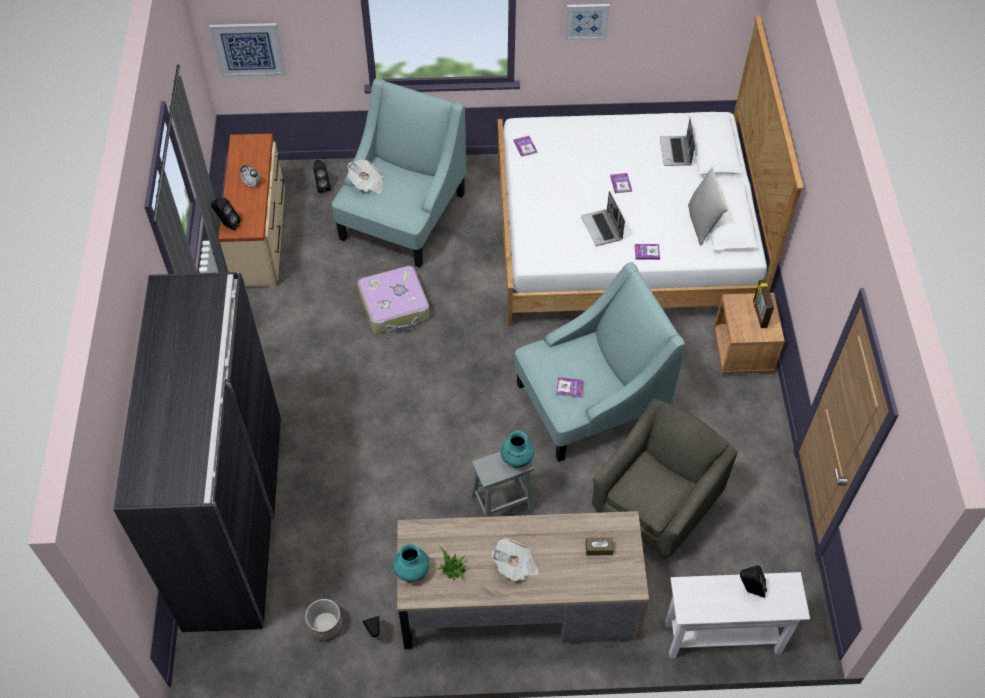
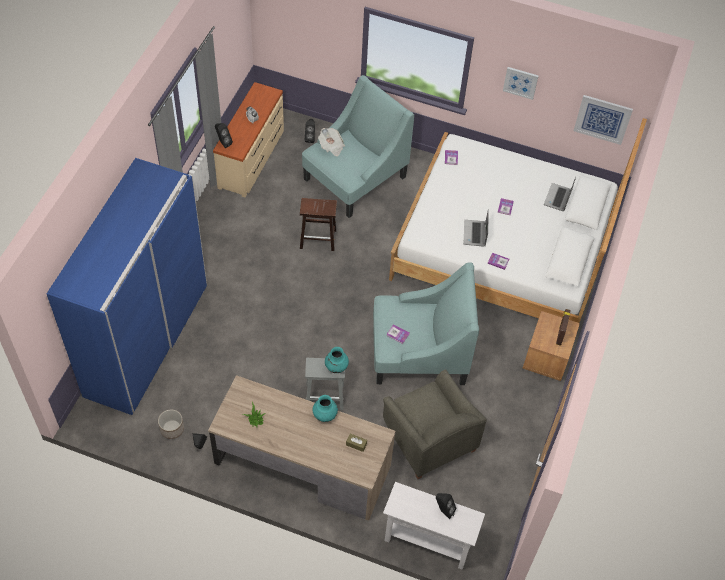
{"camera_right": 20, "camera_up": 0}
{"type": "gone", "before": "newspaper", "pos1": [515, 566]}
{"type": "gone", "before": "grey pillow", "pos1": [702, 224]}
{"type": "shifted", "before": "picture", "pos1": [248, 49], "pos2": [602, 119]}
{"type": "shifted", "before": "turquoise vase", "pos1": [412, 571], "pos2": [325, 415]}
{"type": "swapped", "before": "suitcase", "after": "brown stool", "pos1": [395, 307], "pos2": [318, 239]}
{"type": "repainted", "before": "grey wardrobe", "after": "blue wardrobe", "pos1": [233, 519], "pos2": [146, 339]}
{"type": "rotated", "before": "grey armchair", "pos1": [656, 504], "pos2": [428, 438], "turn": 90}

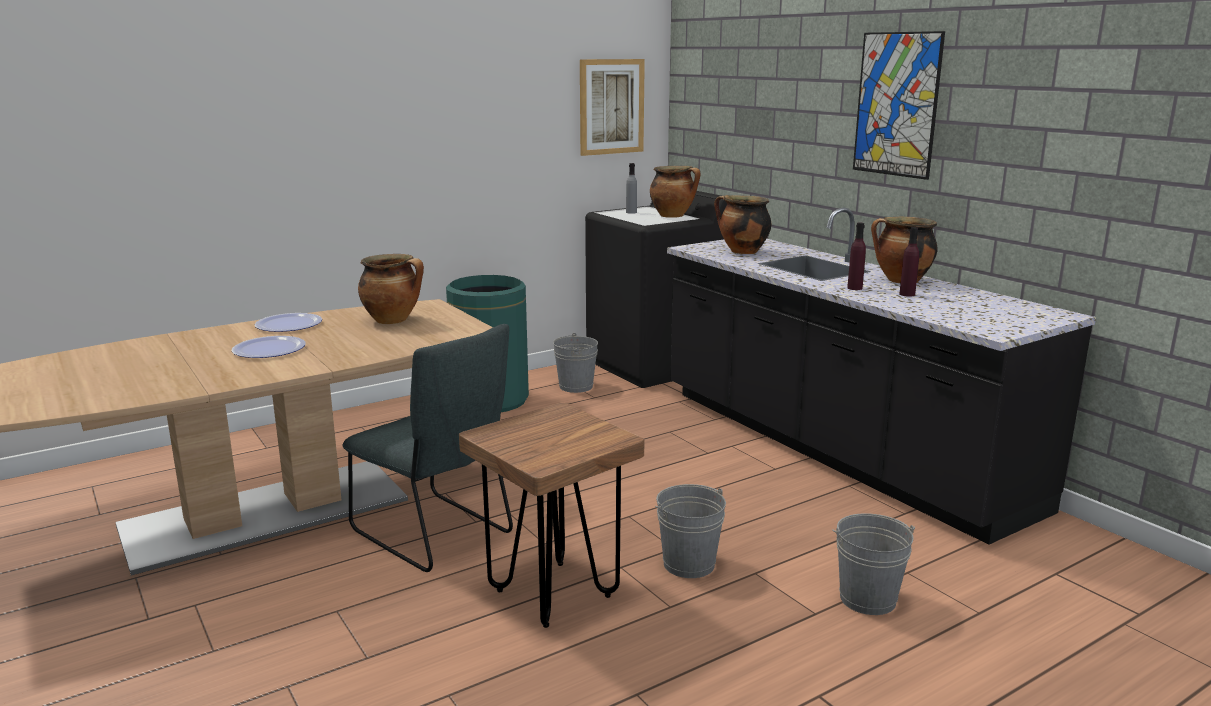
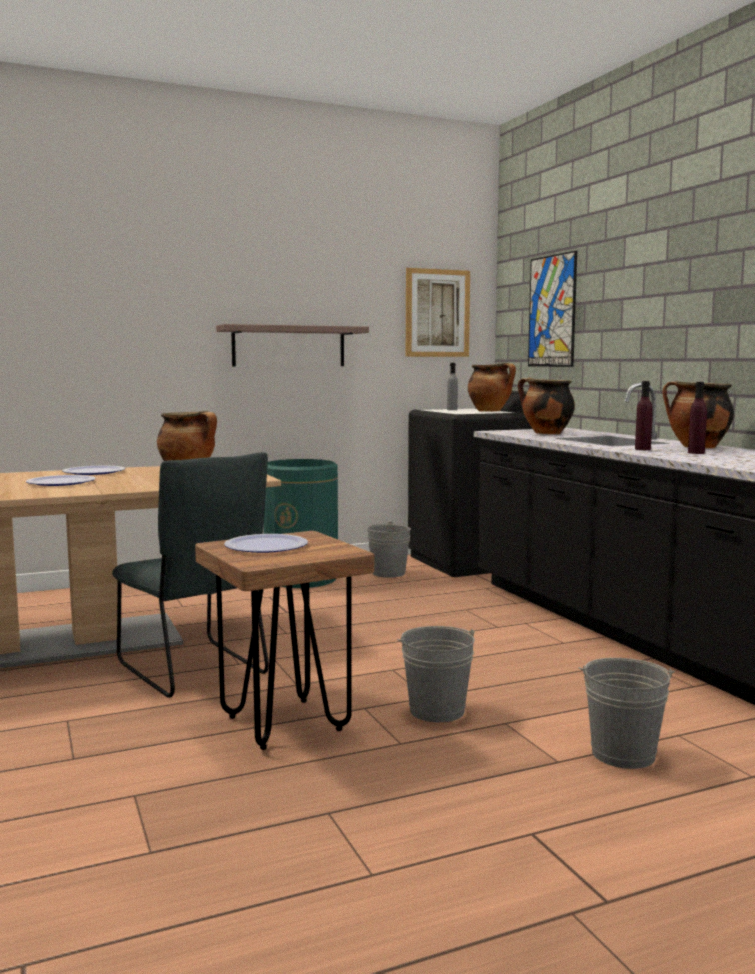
{"camera_right": 10, "camera_up": -10}
{"type": "new", "after": "shelf", "pos2": [289, 346]}
{"type": "new", "after": "plate", "pos2": [266, 546]}
{"type": "shifted", "before": "picture", "pos1": [896, 104], "pos2": [552, 311]}

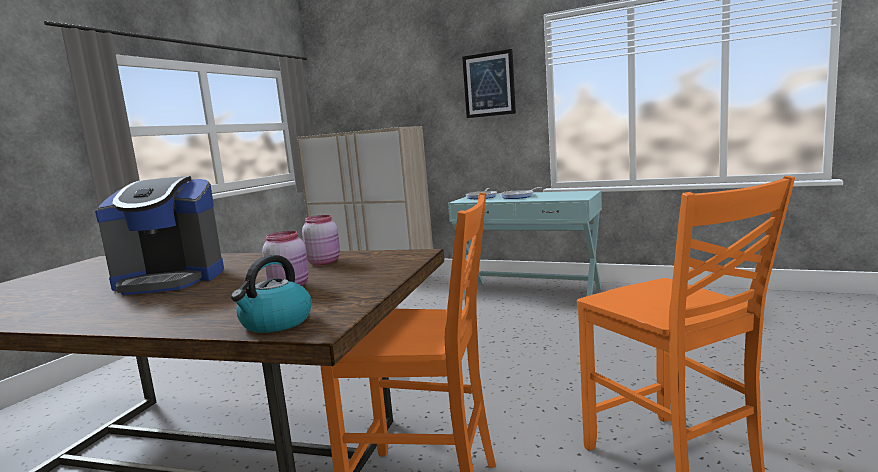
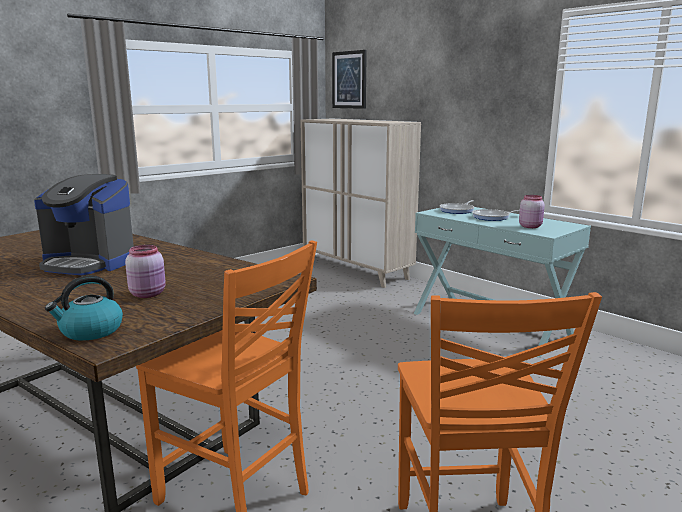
{"camera_right": 20, "camera_up": 5}
{"type": "shifted", "before": "pink jar", "pos1": [324, 262], "pos2": [530, 226]}
{"type": "shifted", "before": "picture", "pos1": [489, 84], "pos2": [349, 80]}

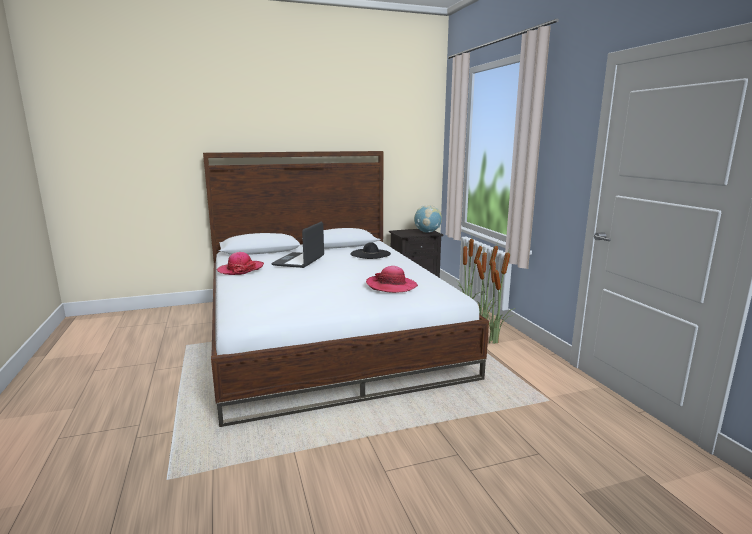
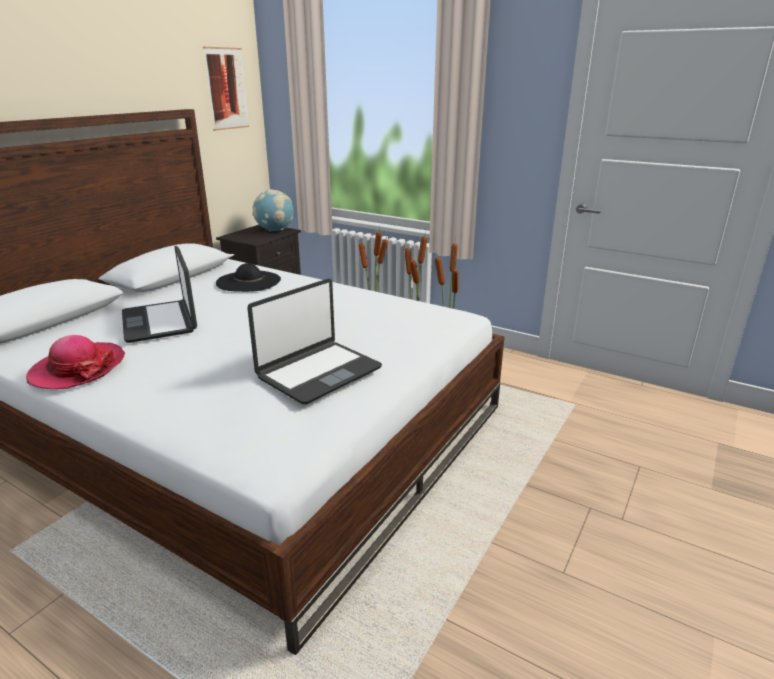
{"camera_right": -40, "camera_up": 10}
{"type": "gone", "before": "hat", "pos1": [391, 286]}
{"type": "new", "after": "picture", "pos2": [226, 89]}
{"type": "new", "after": "laptop", "pos2": [318, 372]}

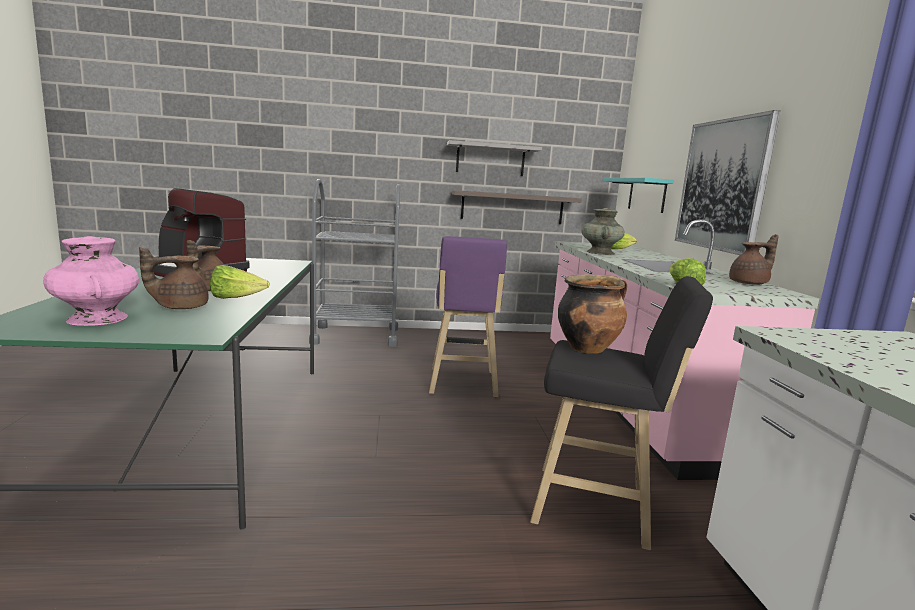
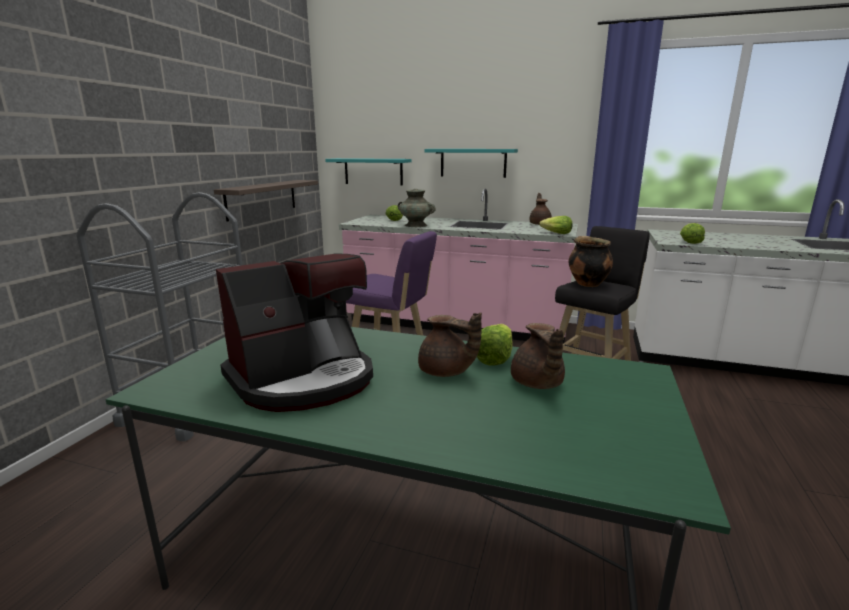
{"camera_right": -65, "camera_up": 5}
{"type": "gone", "before": "pink vase", "pos1": [97, 319]}
{"type": "gone", "before": "grey shelf", "pos1": [490, 159]}
{"type": "new", "after": "lettuce", "pos2": [689, 242]}
{"type": "swapped", "before": "picture", "after": "turquoise shelf", "pos1": [722, 185], "pos2": [473, 163]}

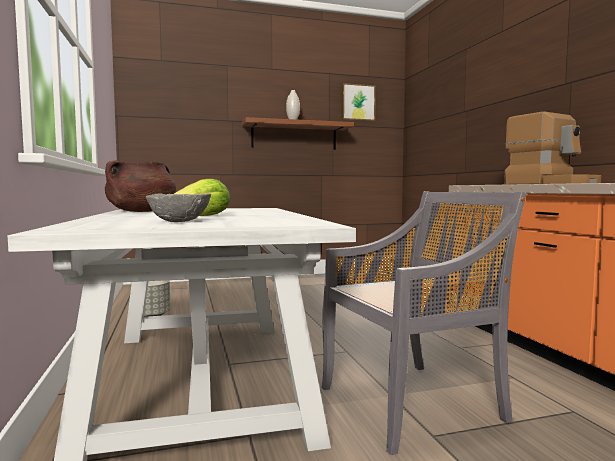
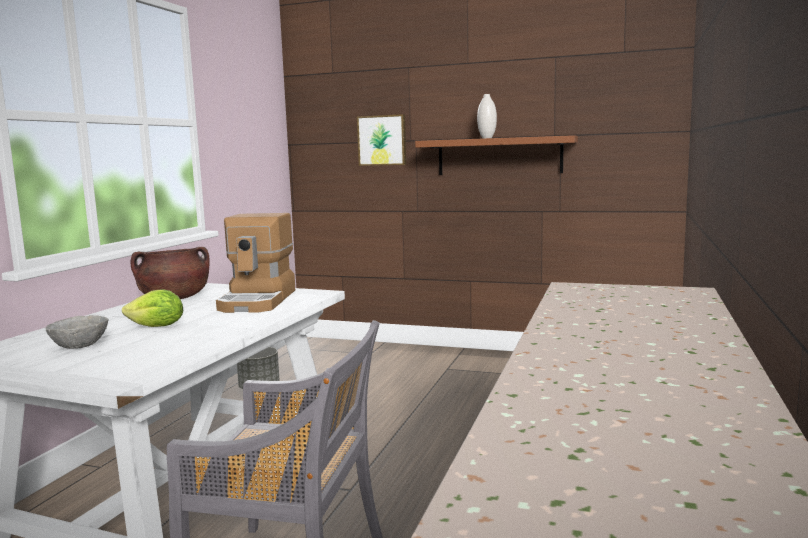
{"camera_right": 35, "camera_up": 5}
{"type": "shifted", "before": "picture", "pos1": [357, 102], "pos2": [382, 140]}
{"type": "shifted", "before": "coffee machine", "pos1": [551, 184], "pos2": [259, 300]}

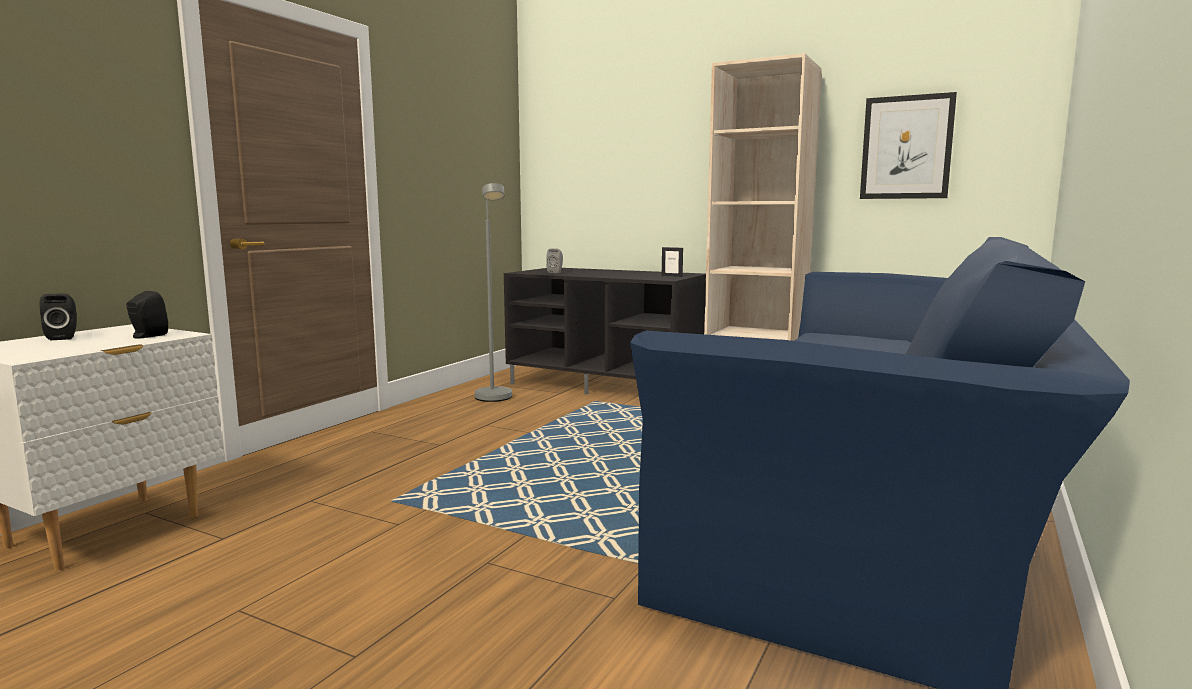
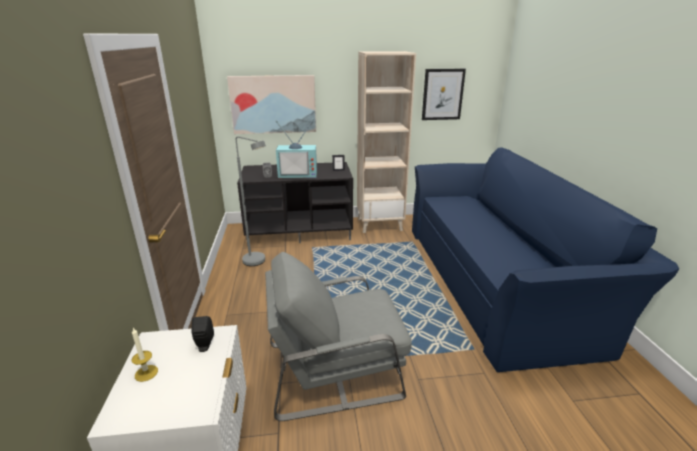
{"camera_right": -35, "camera_up": 15}
{"type": "new", "after": "picture", "pos2": [273, 104]}
{"type": "new", "after": "grey armchair", "pos2": [335, 369]}
{"type": "new", "after": "television", "pos2": [298, 174]}
{"type": "swapped", "before": "black speaker", "after": "candle", "pos1": [64, 337], "pos2": [146, 373]}

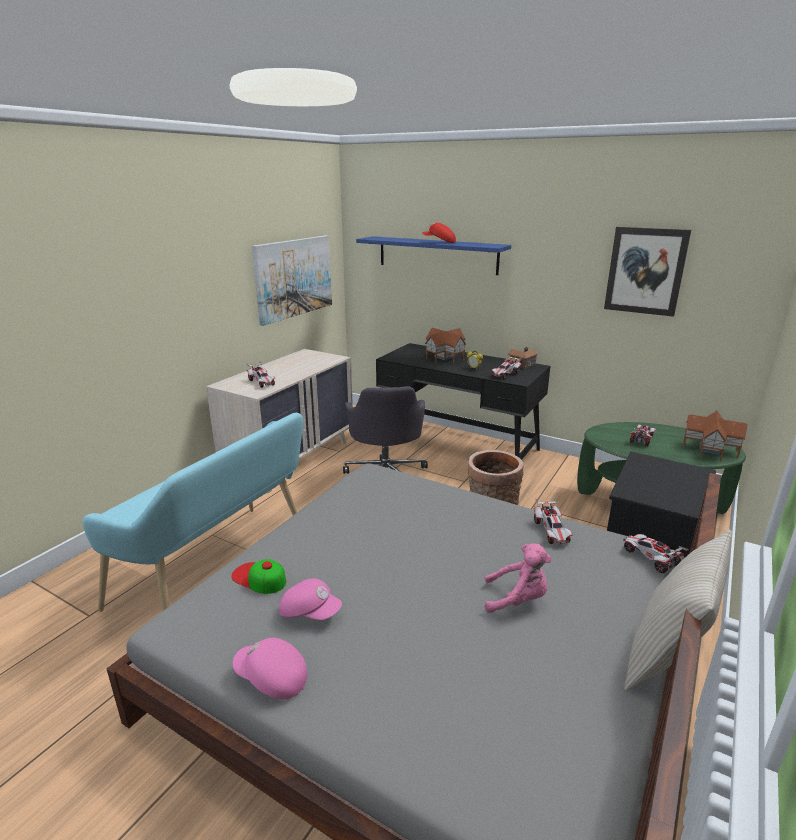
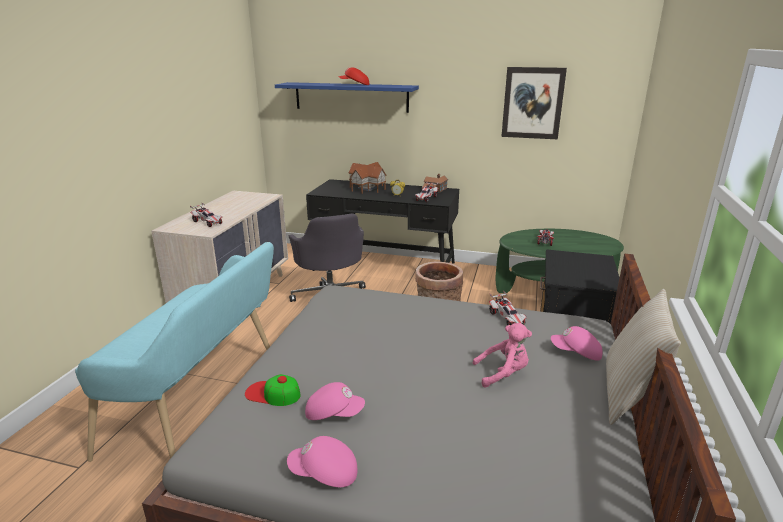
{"camera_right": -15, "camera_up": 0}
{"type": "gone", "before": "picture", "pos1": [294, 278]}
{"type": "gone", "before": "toy car", "pos1": [650, 558]}
{"type": "gone", "before": "toy house", "pos1": [709, 449]}
{"type": "new", "after": "pink cap", "pos2": [576, 353]}

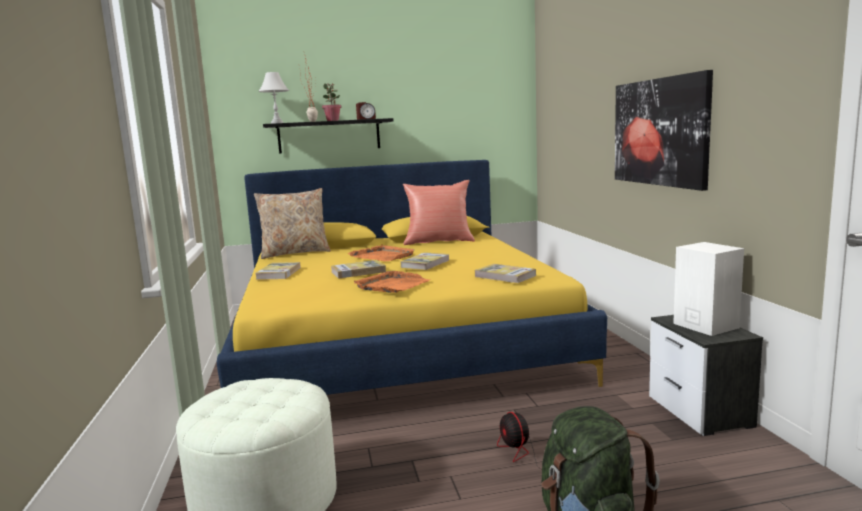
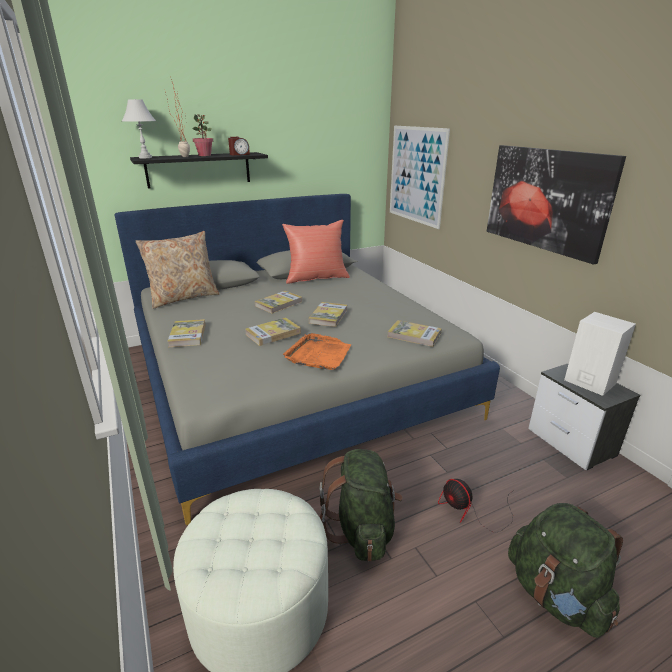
{"camera_right": -15, "camera_up": 15}
{"type": "new", "after": "green backpack", "pos2": [362, 529]}
{"type": "new", "after": "picture", "pos2": [416, 175]}
{"type": "swapped", "before": "orange tray", "after": "book", "pos1": [382, 256], "pos2": [279, 304]}
{"type": "repainted", "before": "yellow bed", "after": "grey bed", "pos1": [398, 343], "pos2": [293, 378]}

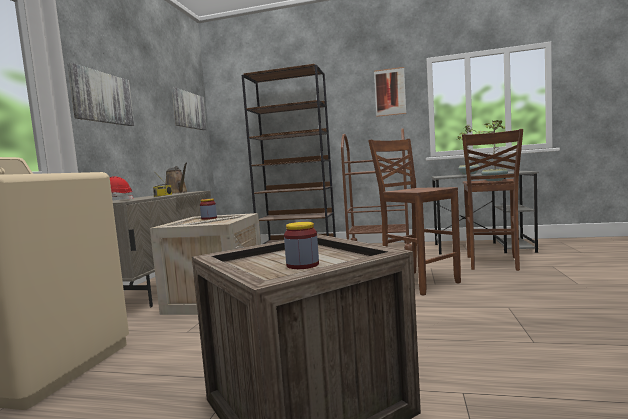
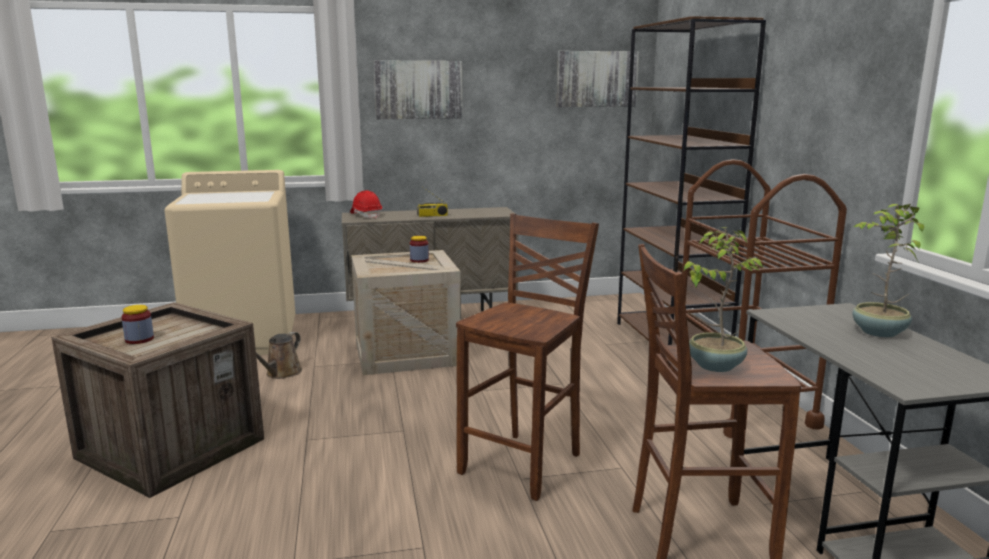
{"camera_right": 65, "camera_up": 10}
{"type": "gone", "before": "picture", "pos1": [390, 92]}
{"type": "shifted", "before": "brown watering can", "pos1": [177, 193], "pos2": [281, 373]}

